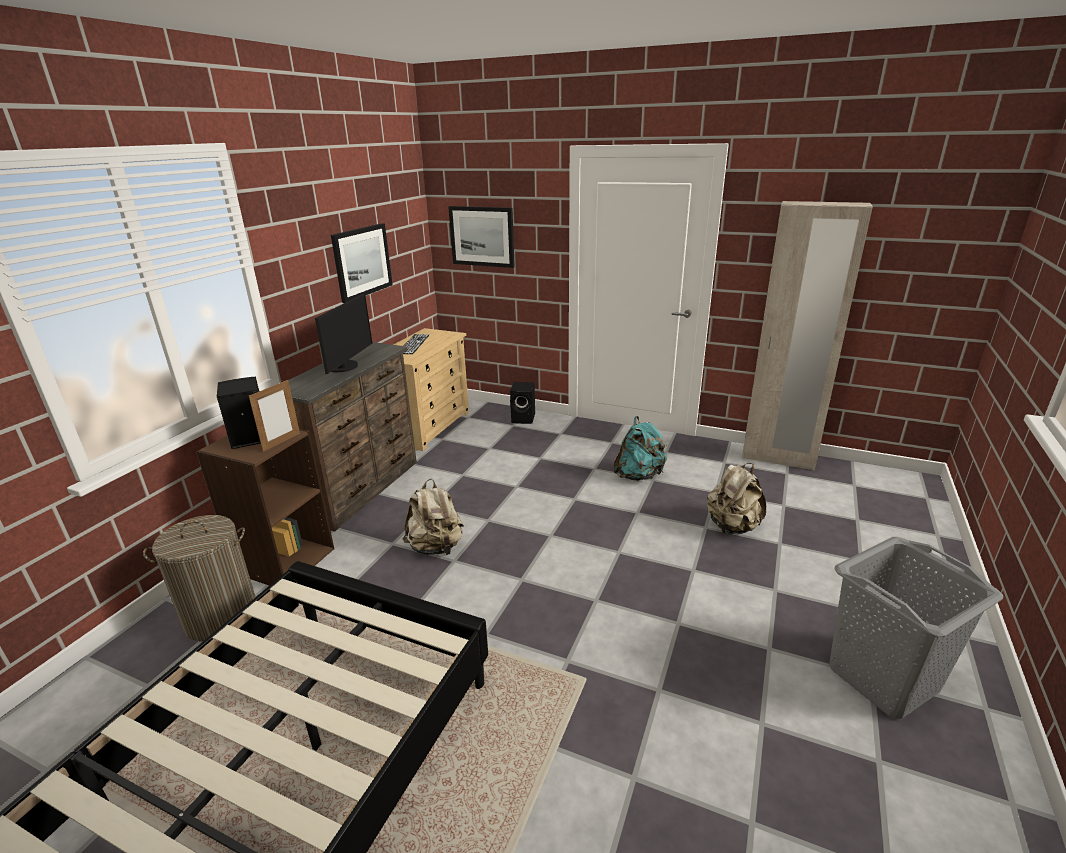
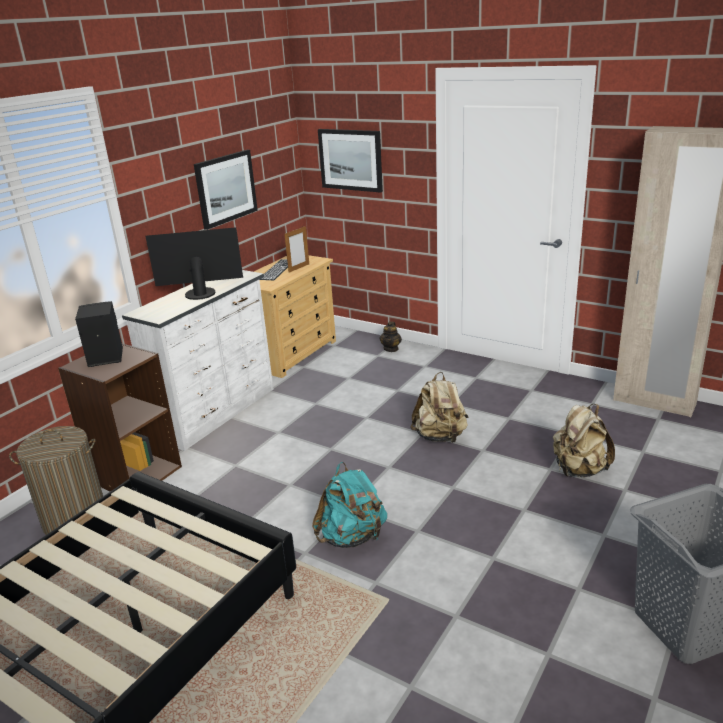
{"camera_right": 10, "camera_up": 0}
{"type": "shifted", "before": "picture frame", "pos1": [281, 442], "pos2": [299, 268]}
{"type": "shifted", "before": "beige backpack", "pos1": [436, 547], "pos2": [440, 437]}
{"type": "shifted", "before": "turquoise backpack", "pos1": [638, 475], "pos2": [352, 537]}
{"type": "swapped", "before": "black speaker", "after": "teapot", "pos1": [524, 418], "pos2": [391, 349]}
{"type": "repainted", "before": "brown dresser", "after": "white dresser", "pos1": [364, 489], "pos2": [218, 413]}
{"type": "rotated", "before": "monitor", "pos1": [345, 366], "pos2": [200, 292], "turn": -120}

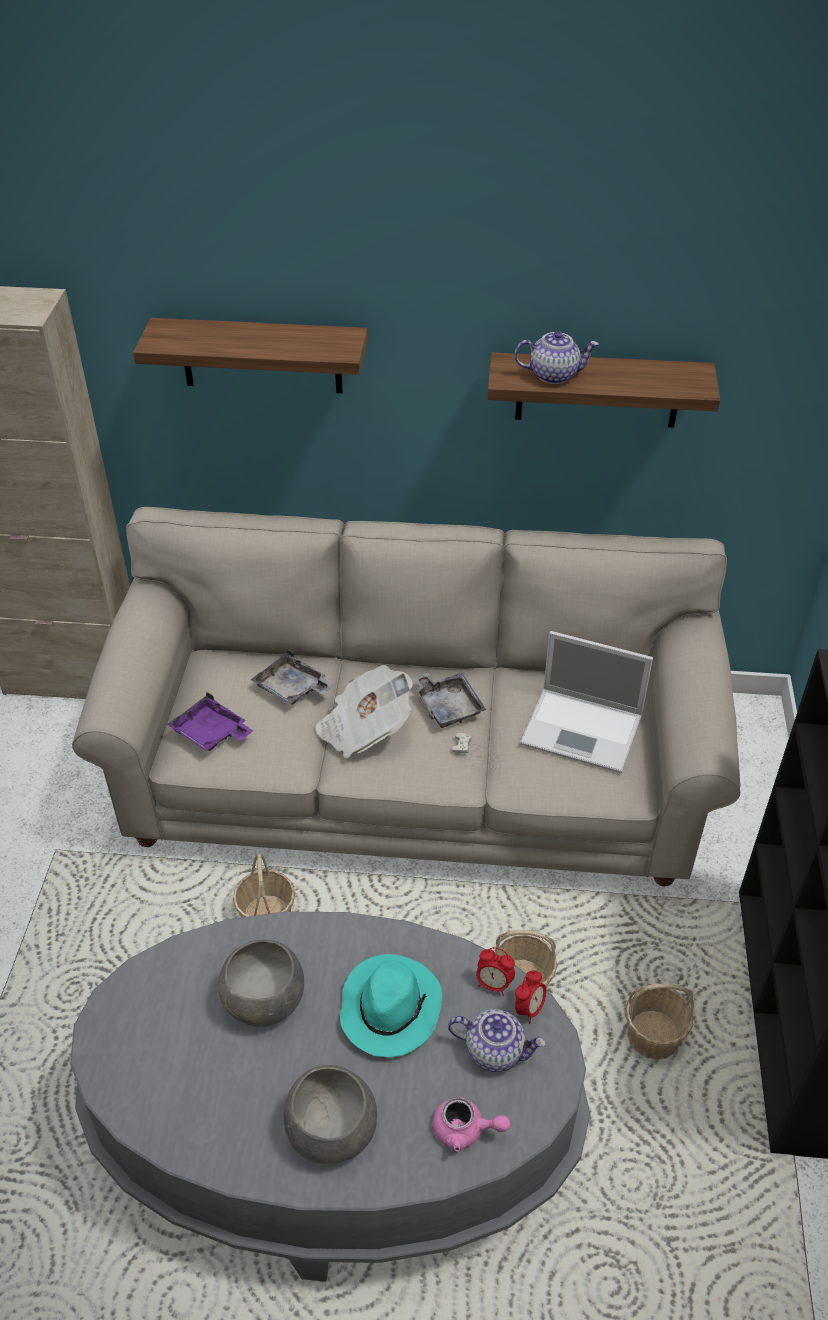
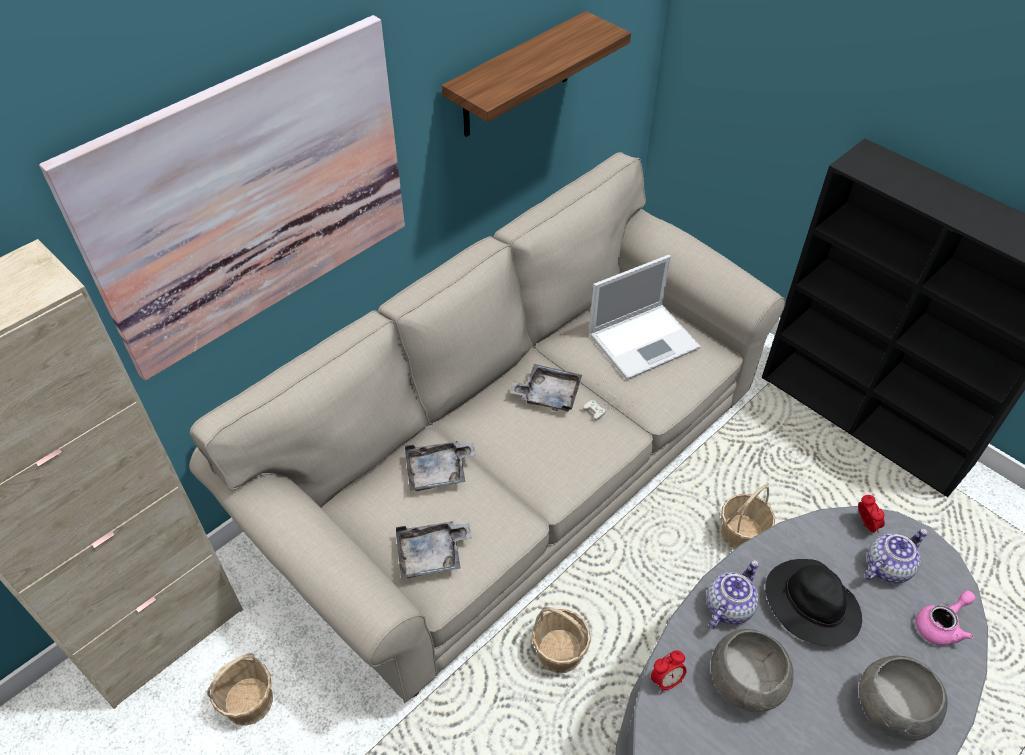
{"camera_right": -50, "camera_up": 5}
{"type": "gone", "before": "newspaper", "pos1": [364, 728]}
{"type": "shifted", "before": "alarm clock", "pos1": [493, 984], "pos2": [666, 680]}
{"type": "shifted", "before": "teapot", "pos1": [554, 375], "pos2": [728, 606]}
{"type": "shifted", "before": "basket", "pos1": [653, 1036], "pos2": [249, 701]}
{"type": "swapped", "before": "shelf", "after": "picture", "pos1": [261, 355], "pos2": [253, 198]}
{"type": "repainted", "before": "purple tray", "after": "grey tray", "pos1": [211, 733], "pos2": [432, 555]}
{"type": "repainted", "before": "turquoise hat", "after": "black hat", "pos1": [390, 1007], "pos2": [810, 604]}

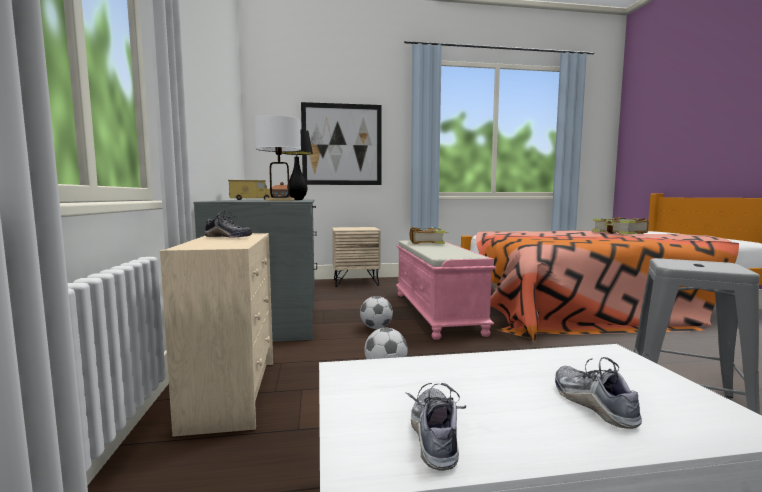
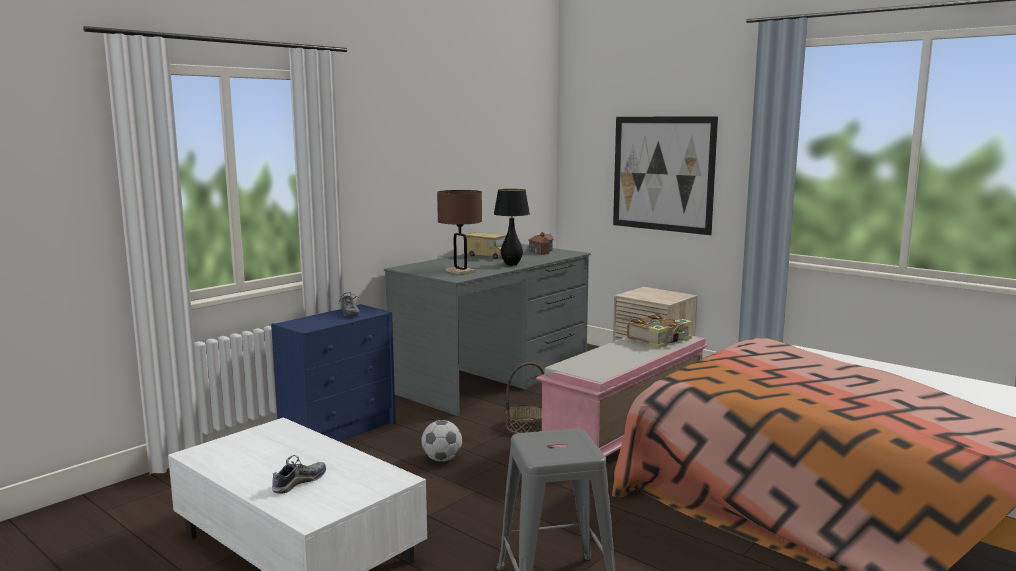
{"camera_right": 50, "camera_up": 5}
{"type": "gone", "before": "shoe", "pos1": [434, 435]}
{"type": "gone", "before": "book", "pos1": [619, 233]}
{"type": "swapped", "before": "football", "after": "basket", "pos1": [376, 328], "pos2": [526, 426]}
{"type": "repainted", "before": "beige dresser", "after": "blue dresser", "pos1": [232, 392], "pos2": [340, 431]}
{"type": "repainted", "before": "white table lamp", "after": "brown table lamp", "pos1": [280, 200], "pos2": [460, 271]}

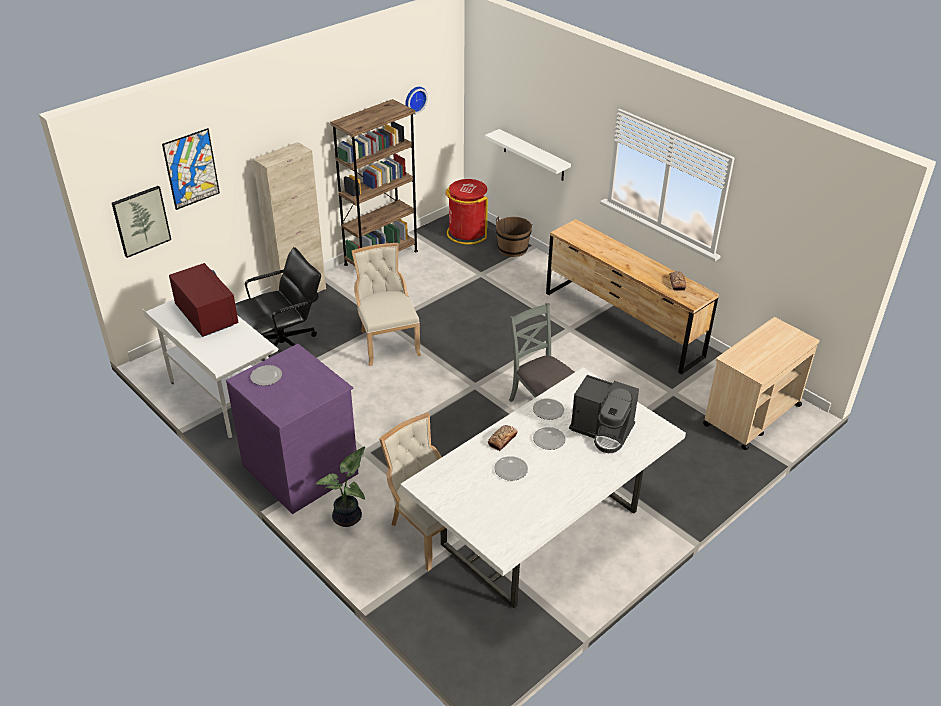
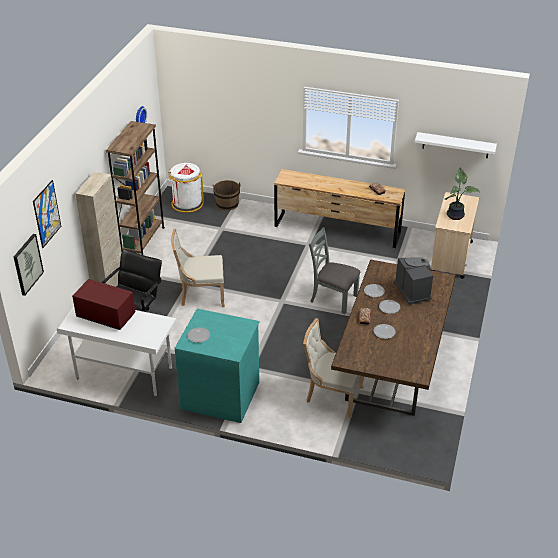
{"camera_right": -30, "camera_up": 0}
{"type": "shifted", "before": "potted plant", "pos1": [349, 517], "pos2": [456, 215]}
{"type": "shifted", "before": "white shelf", "pos1": [533, 155], "pos2": [455, 145]}
{"type": "repainted", "before": "purple dresser", "after": "turquoise dresser", "pos1": [301, 469], "pos2": [221, 394]}
{"type": "repainted", "before": "white dining table", "after": "brown dining table", "pos1": [542, 527], "pos2": [392, 366]}
{"type": "repainted", "before": "red trash can", "after": "white trash can", "pos1": [467, 233], "pos2": [187, 203]}
{"type": "rotated", "before": "beige chair", "pos1": [387, 342], "pos2": [200, 295], "turn": -45}
{"type": "rotated", "before": "coffee machine", "pos1": [602, 431], "pos2": [413, 291], "turn": -105}

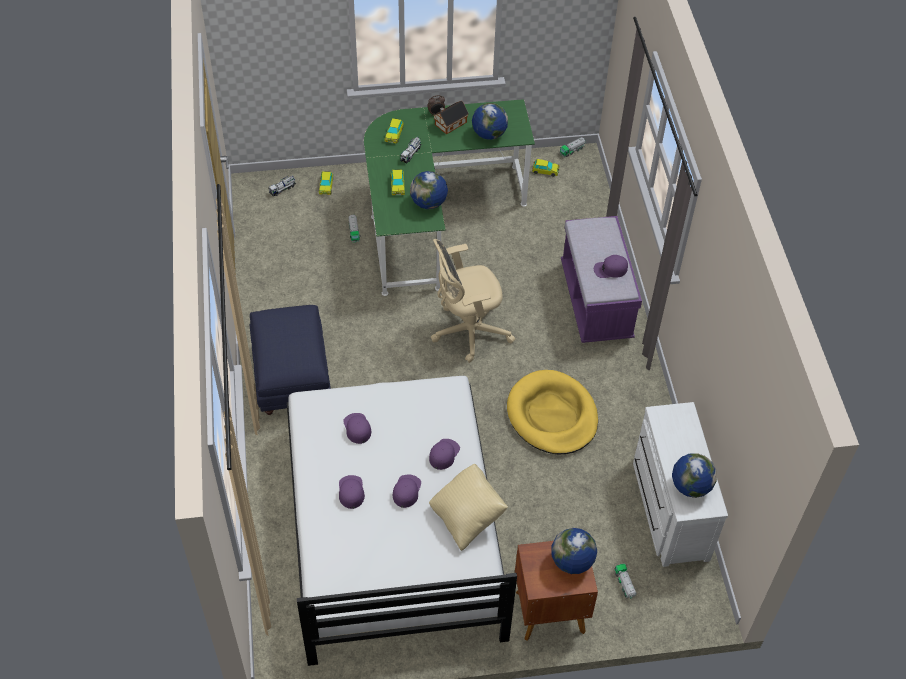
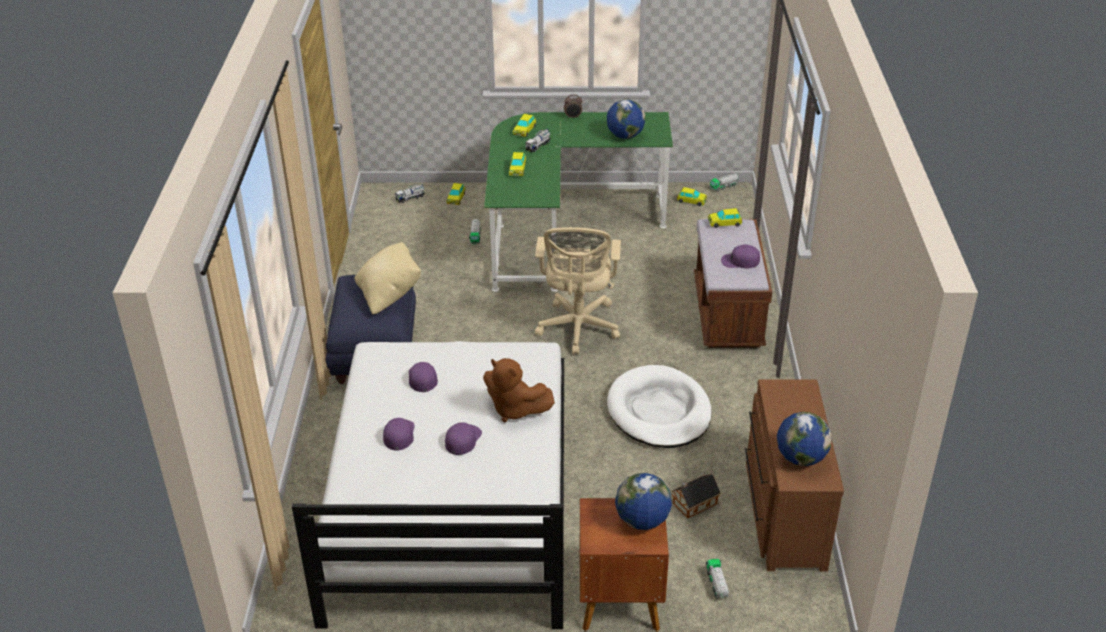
{"camera_right": 10, "camera_up": -15}
{"type": "gone", "before": "globe", "pos1": [428, 203]}
{"type": "new", "after": "toy car", "pos2": [724, 223]}
{"type": "shifted", "before": "beige pillow", "pos1": [467, 517], "pos2": [390, 295]}
{"type": "shifted", "before": "toy house", "pos1": [449, 124], "pos2": [693, 504]}
{"type": "swapped", "before": "purple cap", "after": "brown plush toy", "pos1": [444, 454], "pos2": [515, 409]}
{"type": "repainted", "before": "yellow dog bed", "after": "white dog bed", "pos1": [552, 415], "pos2": [659, 411]}
{"type": "repainted", "before": "purple bench", "after": "brown bench", "pos1": [596, 302], "pos2": [728, 314]}
{"type": "repainted", "before": "white dresser", "after": "brown dresser", "pos1": [667, 508], "pos2": [782, 512]}
{"type": "rotated", "before": "beige office chair", "pos1": [467, 332], "pos2": [578, 329], "turn": -75}

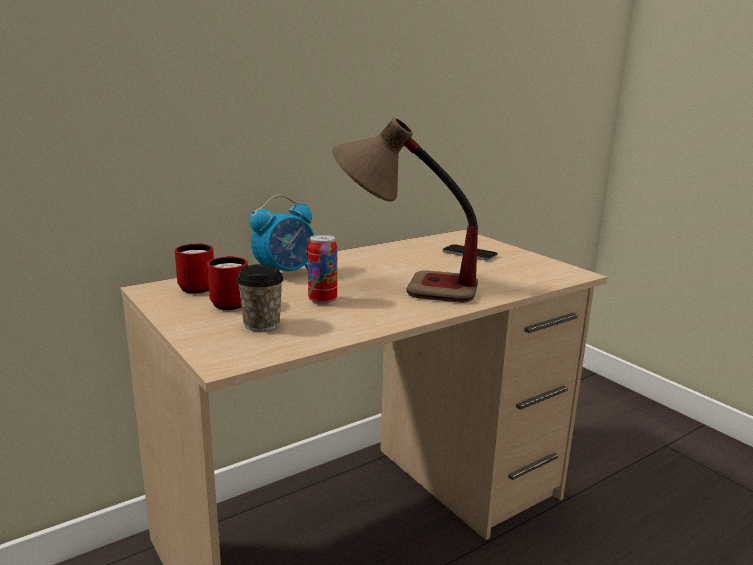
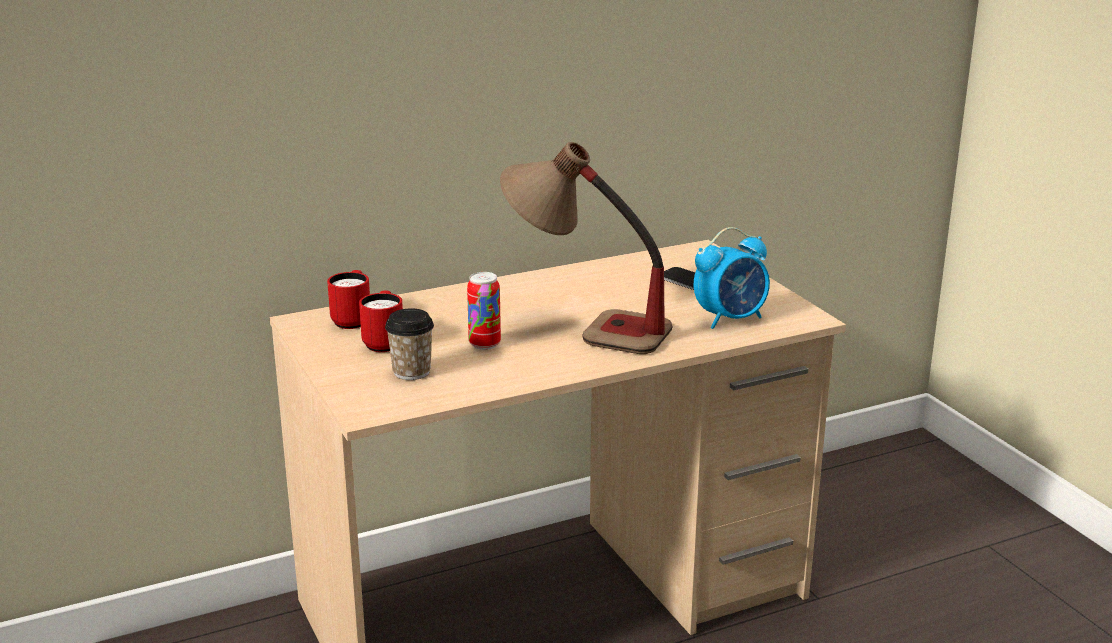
{"camera_right": 10, "camera_up": 5}
{"type": "shifted", "before": "alarm clock", "pos1": [285, 273], "pos2": [731, 319]}

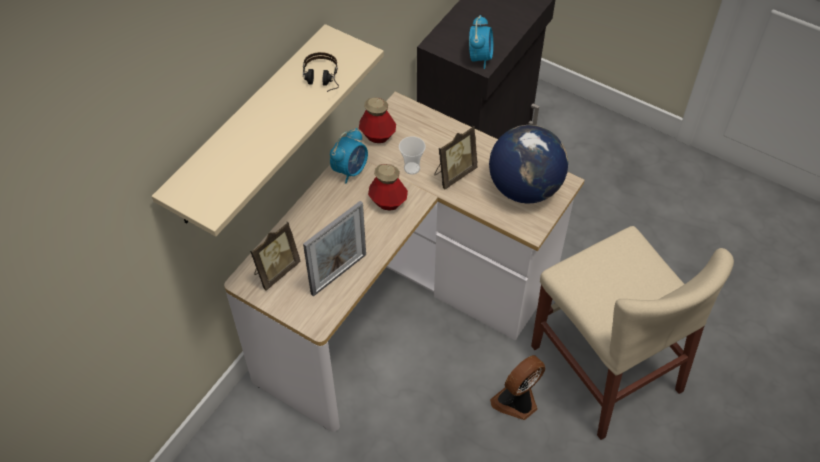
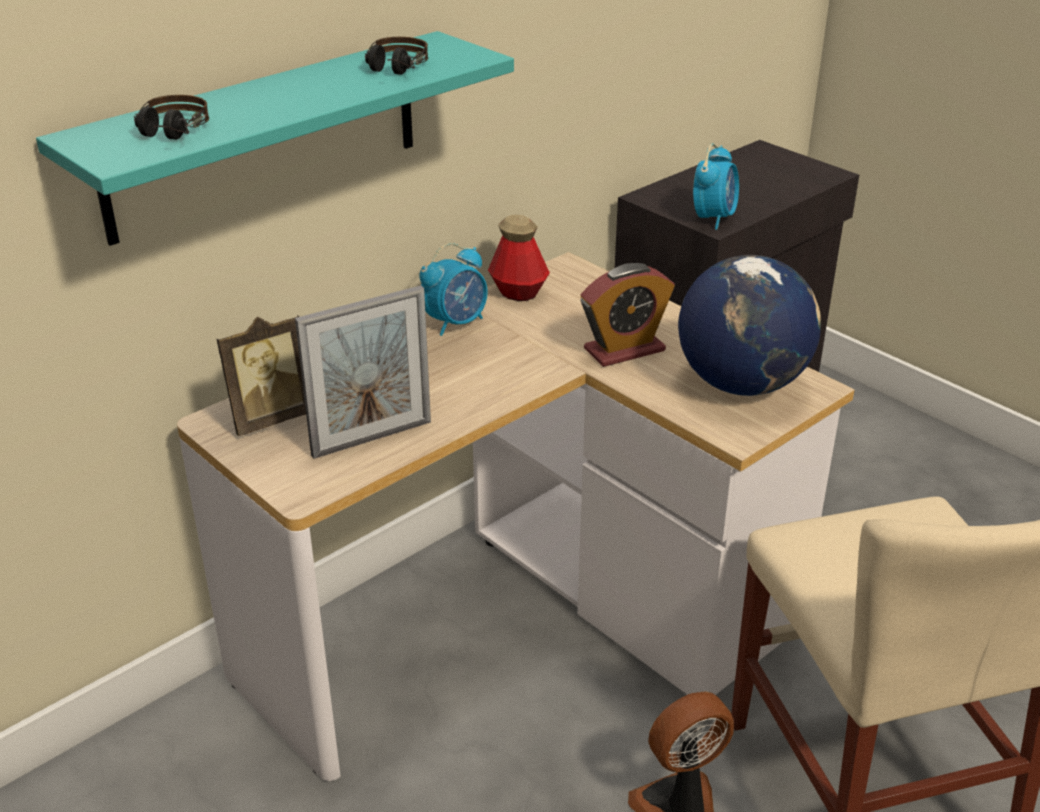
{"camera_right": 15, "camera_up": -20}
{"type": "gone", "before": "bottle", "pos1": [388, 202]}
{"type": "gone", "before": "cup", "pos1": [412, 168]}
{"type": "new", "after": "headphones", "pos2": [169, 136]}
{"type": "swapped", "before": "picture frame", "after": "alarm clock", "pos1": [453, 173], "pos2": [624, 350]}
{"type": "repainted", "before": "beige shelf", "after": "turquoise shelf", "pos1": [249, 128], "pos2": [264, 136]}

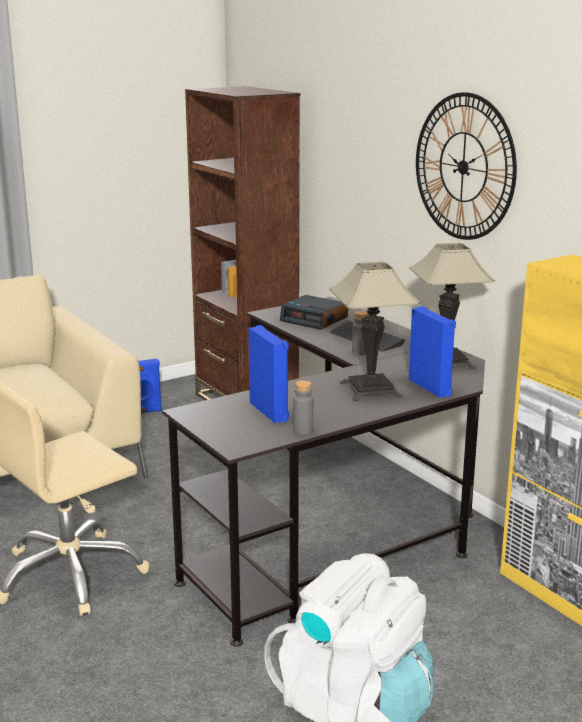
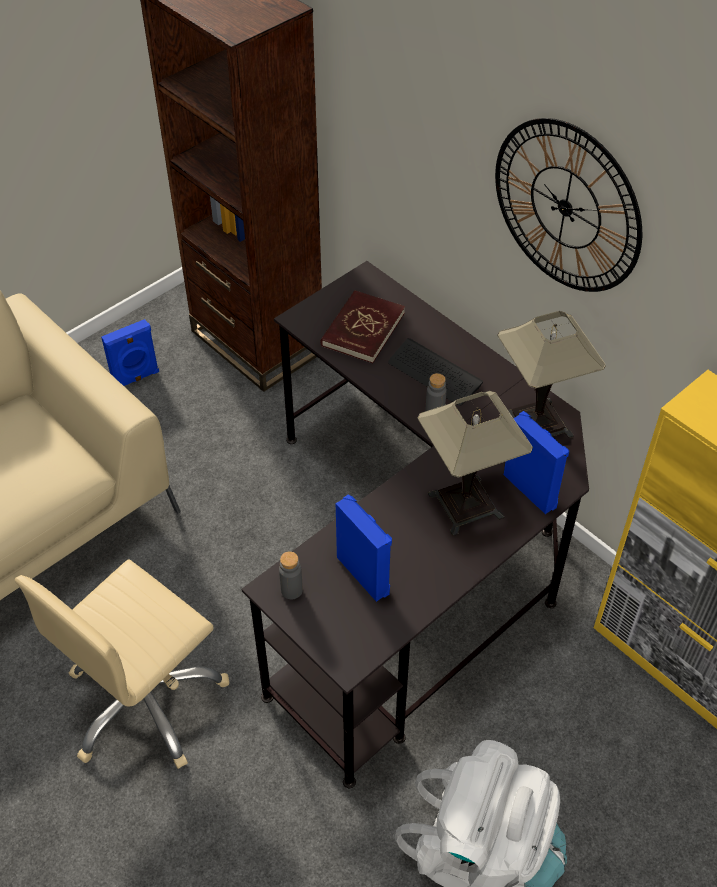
{"camera_right": -10, "camera_up": 30}
{"type": "shifted", "before": "grey bottle", "pos1": [303, 431], "pos2": [291, 590]}
{"type": "swapped", "before": "alarm clock", "after": "red book", "pos1": [315, 319], "pos2": [362, 329]}

